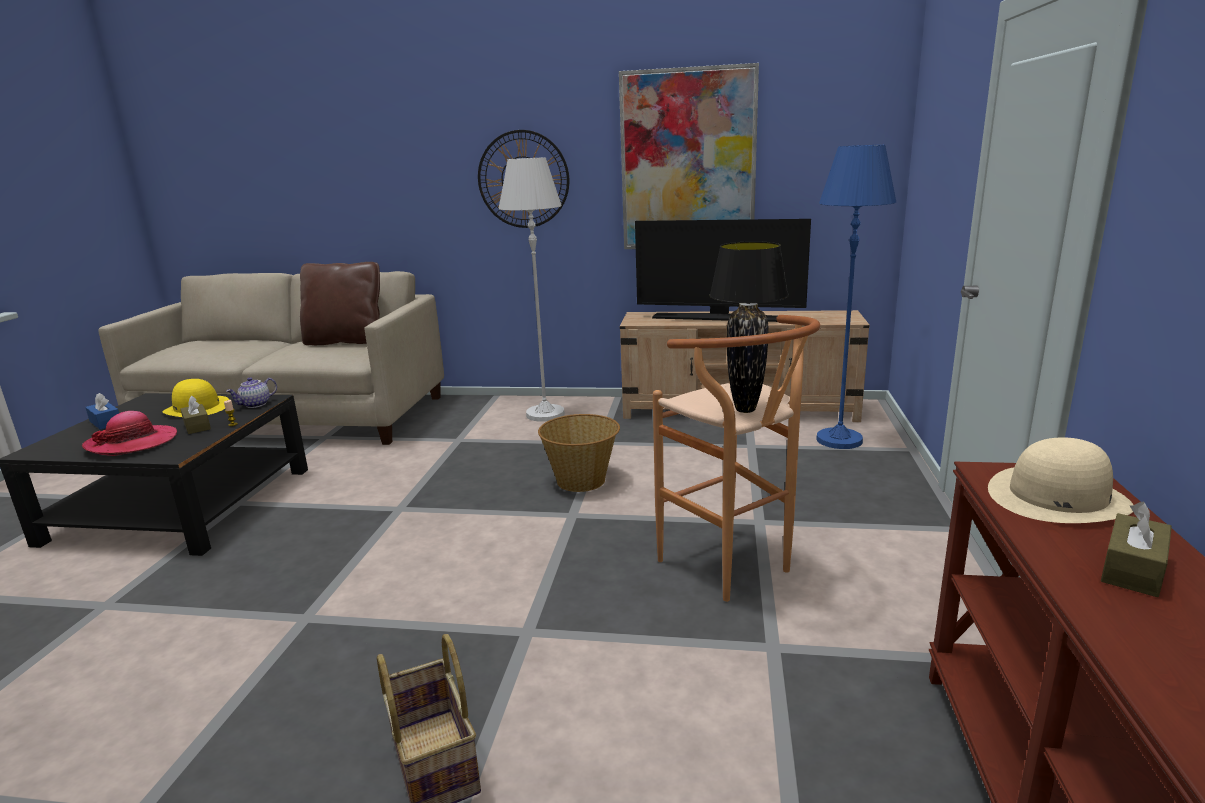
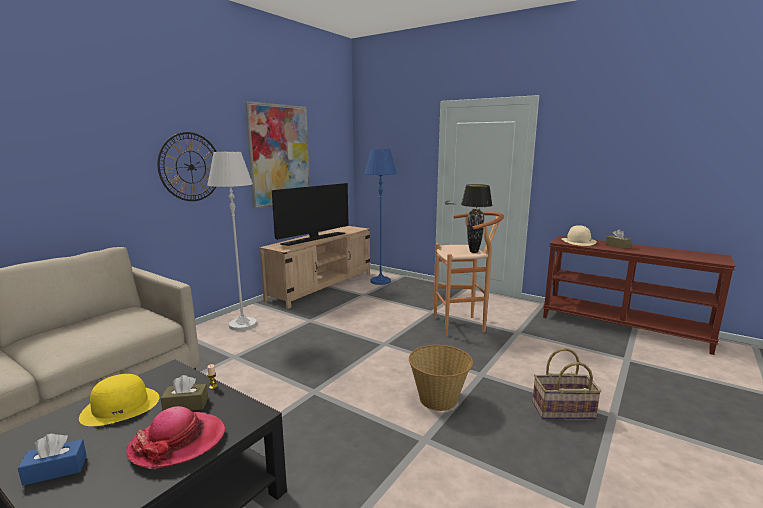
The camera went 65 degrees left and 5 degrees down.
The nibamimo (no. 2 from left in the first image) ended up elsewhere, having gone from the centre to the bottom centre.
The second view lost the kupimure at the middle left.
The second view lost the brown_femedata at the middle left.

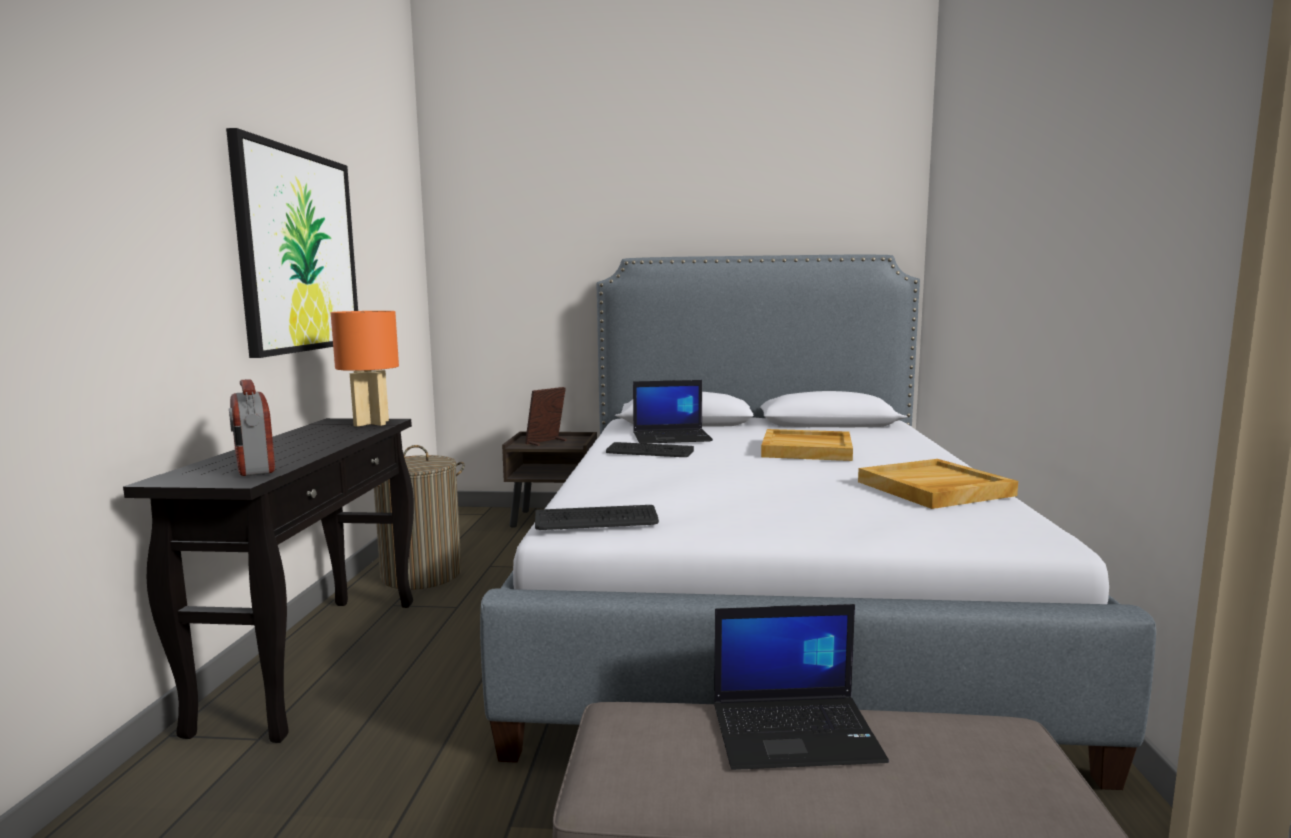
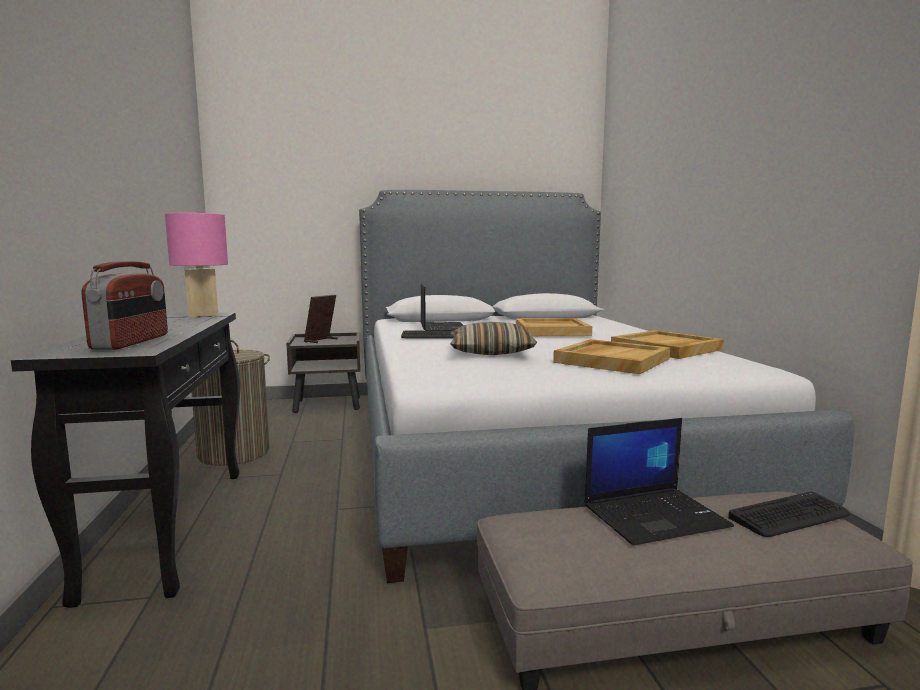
The camera went 15 degrees left and 0 degrees up.
The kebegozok at the middle left ended up facing another way, 135 degrees counterclockwise from before.
What was the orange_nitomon at the middle left turned into the pink_nitomon at the middle left.
The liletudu (no. 1 from left) at the centre ended up facing another way, 75 degrees counterclockwise from before.
The second view gained the femedata at the centre.
The second view gained the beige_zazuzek (no. 2 from left) at the centre.
The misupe (no. 1 from left in the first image) ended up elsewhere, having gone from the centre to the bottom right.
The second view lost the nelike at the top left.

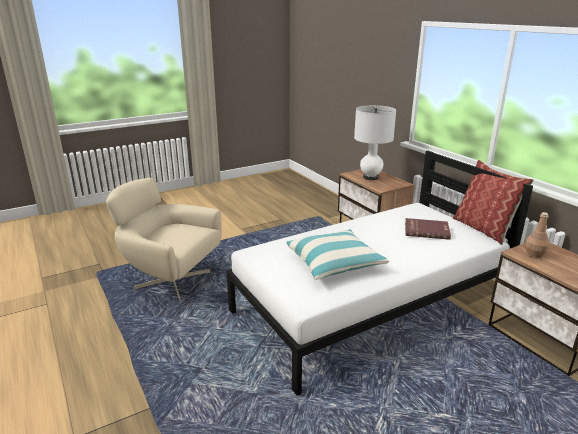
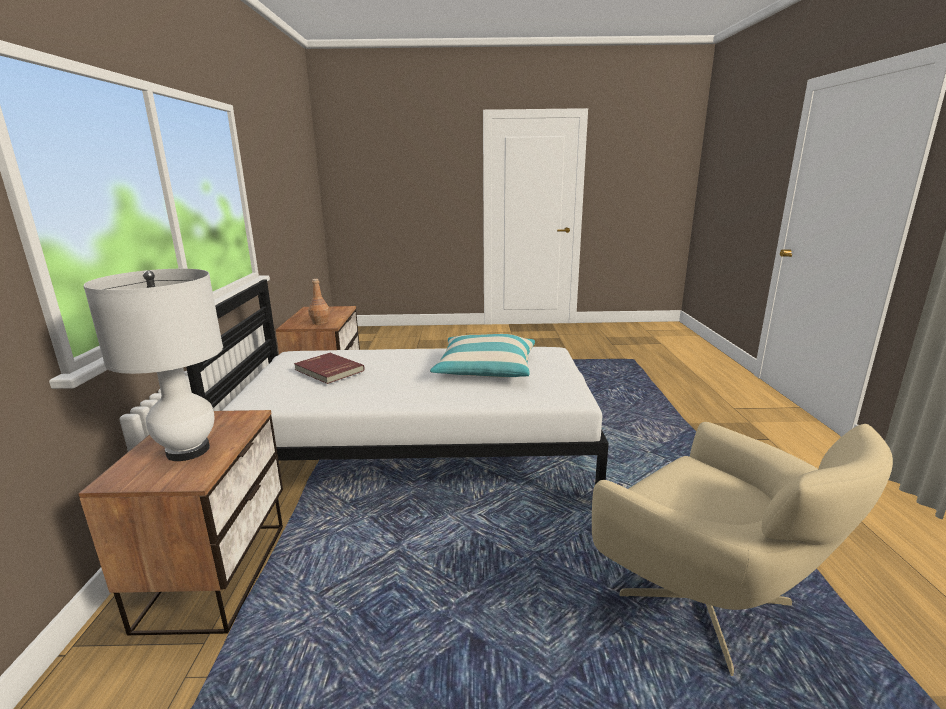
The camera went 150 degrees left and 5 degrees down.
The second view lost the femedata (no. 2 from left) at the middle right.

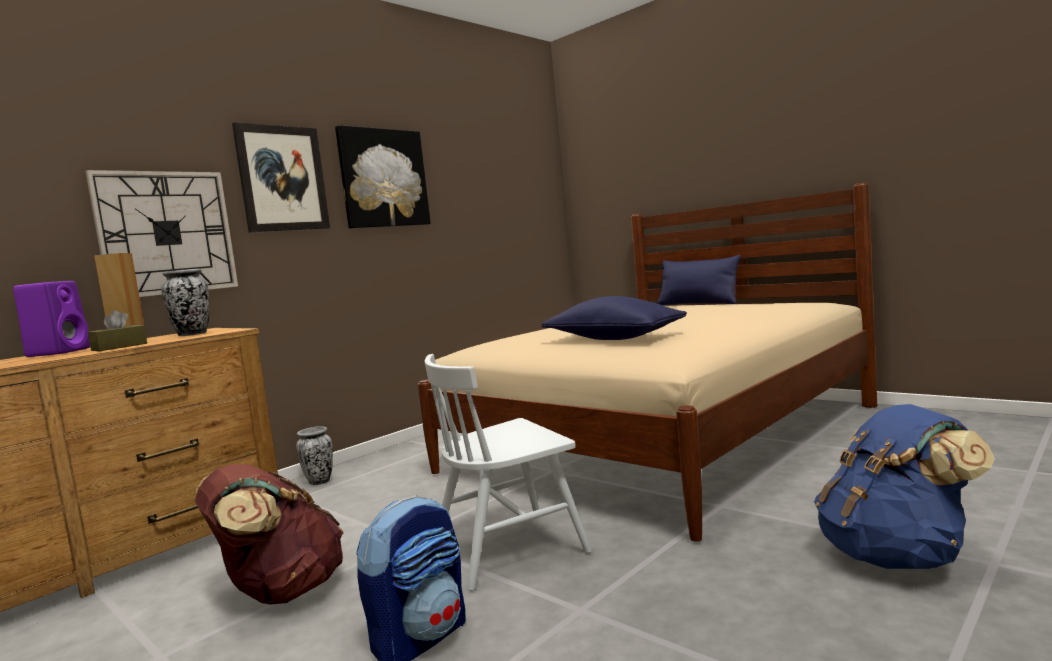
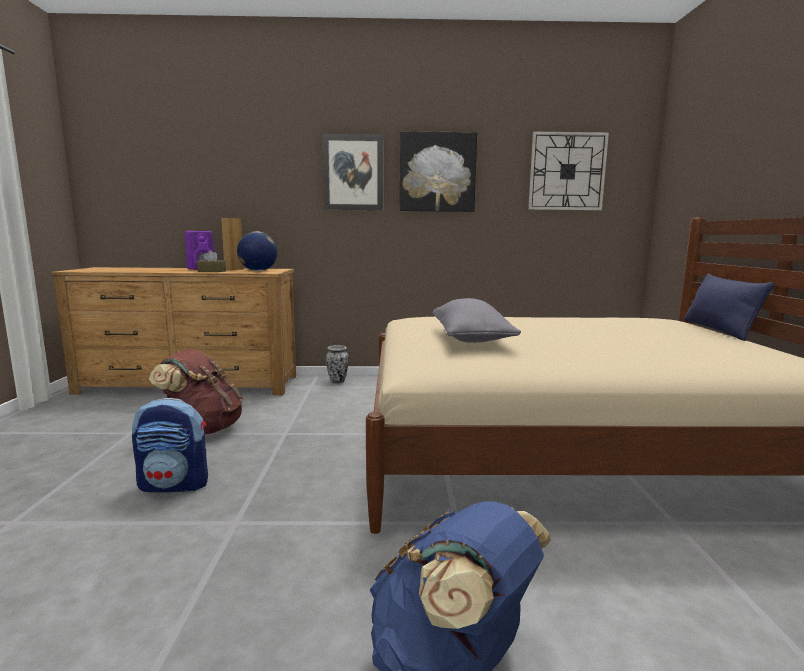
The camera went 45 degrees right and 5 degrees up.
Where the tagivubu (no. 1 from left) stood at the middle left, the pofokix came to stand at the middle left.
What was the blue_femedata (no. 1 from left) at the centre turned into the grey_femedata at the centre.
The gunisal ended up elsewhere, having gone from the middle left to the top right.
The second view lost the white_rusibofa at the bottom centre.

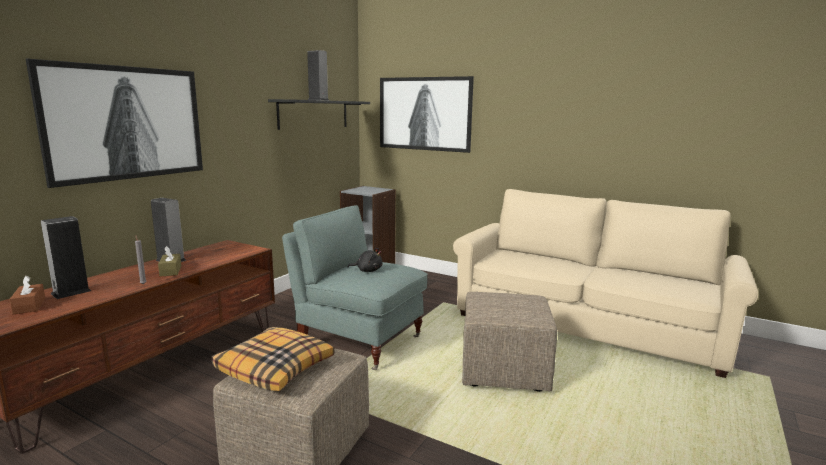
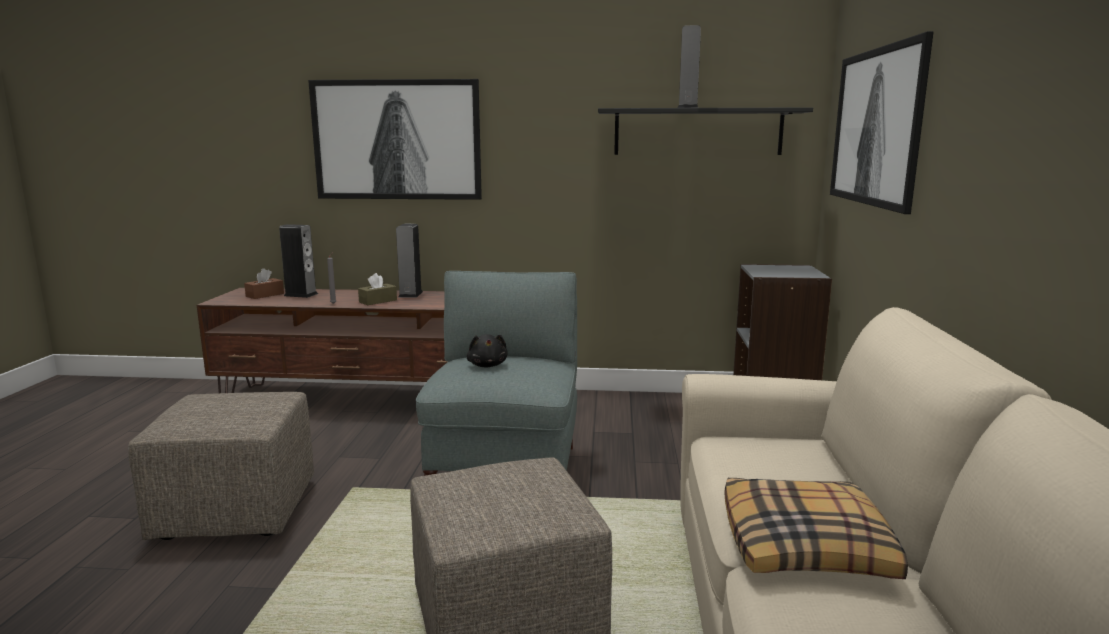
The camera went 65 degrees right and 0 degrees up.
The femedata ended up elsewhere, having gone from the bottom left to the bottom right.

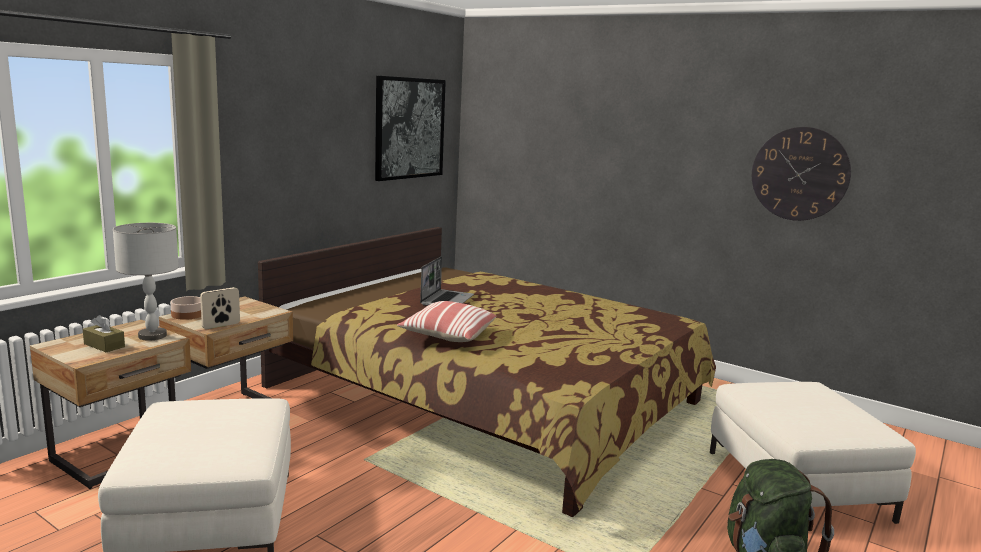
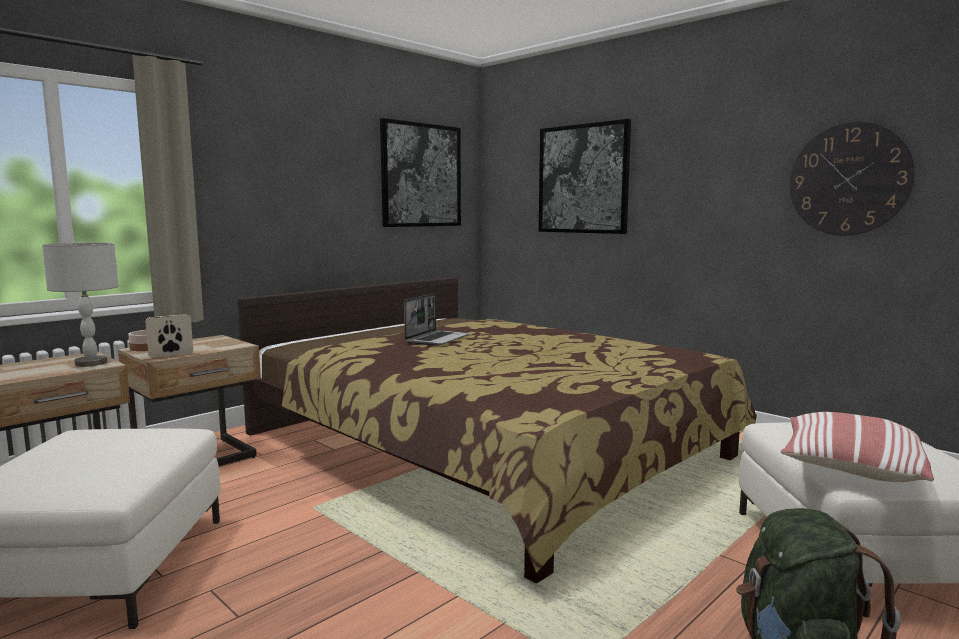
The camera went 10 degrees right and 5 degrees down.
The second view gained the nelike (no. 2 from left) at the top centre.
The femedata ended up elsewhere, having gone from the centre to the bottom right.
The second view lost the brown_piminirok at the middle left.

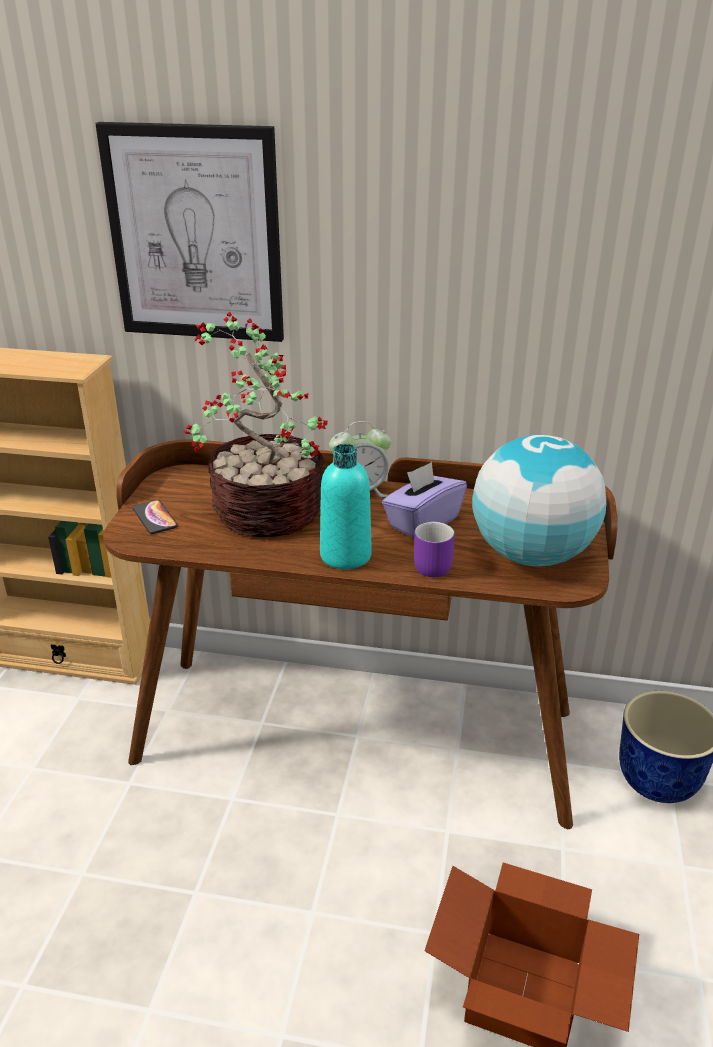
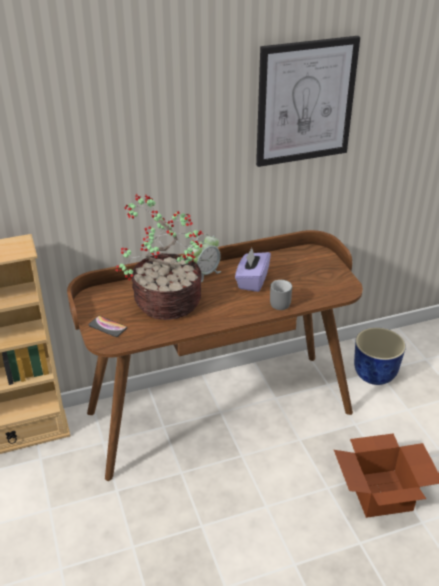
The camera went 30 degrees left and 5 degrees up.
The nelike ended up elsewhere, having gone from the top left to the top right.
What was the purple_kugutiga at the centre turned into the grey_kugutiga at the centre.
The second view lost the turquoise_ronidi at the centre.
The second view lost the pofokix at the middle right.

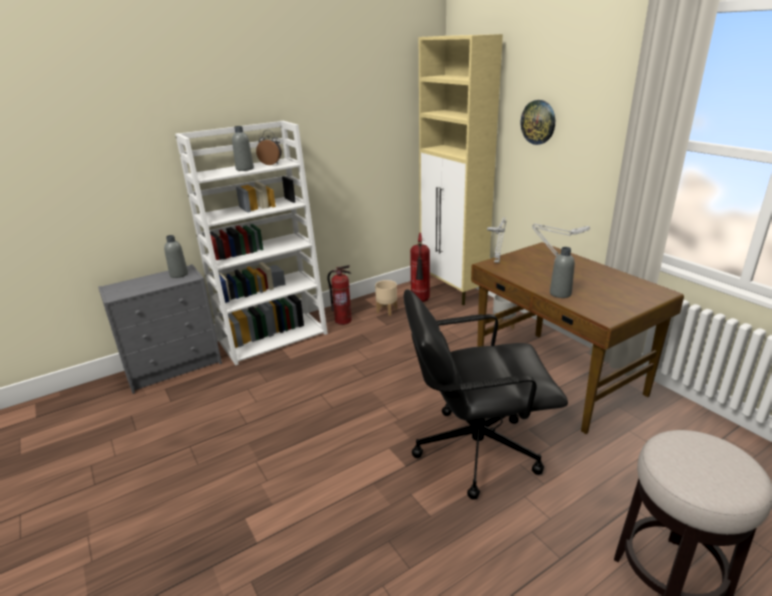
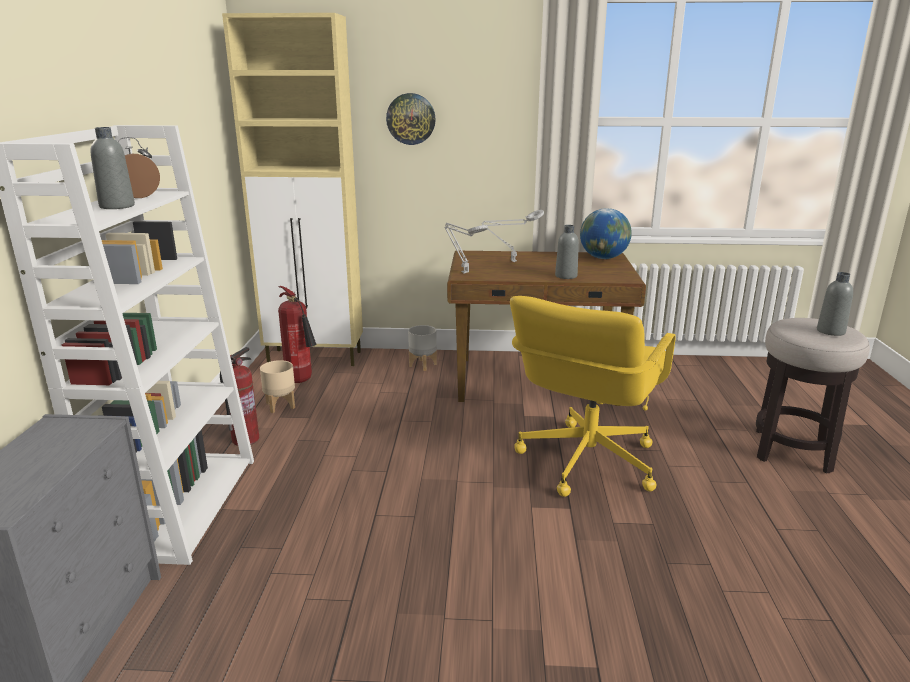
The camera went 55 degrees left and 5 degrees down.
What was the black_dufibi at the centre turned into the yellow_dufibi at the centre.
The second view gained the pofokix at the centre.
The grey_ronidi (no. 1 from left in the first image) ended up elsewhere, having gone from the middle left to the middle right.

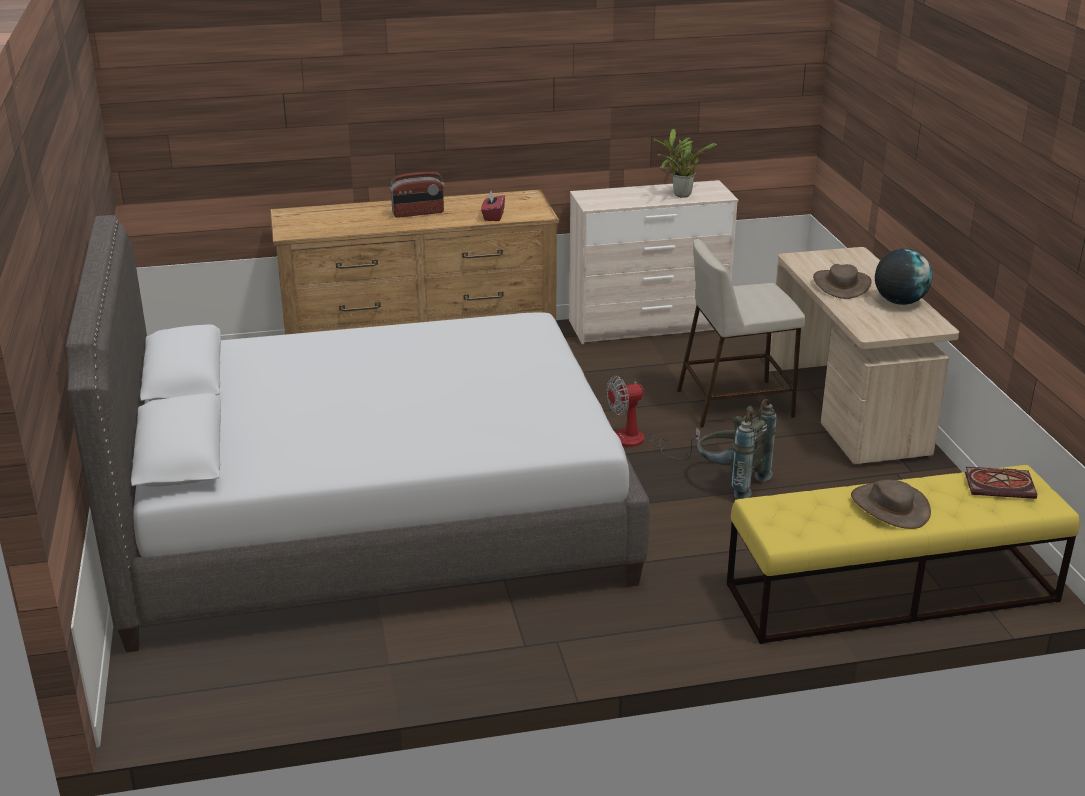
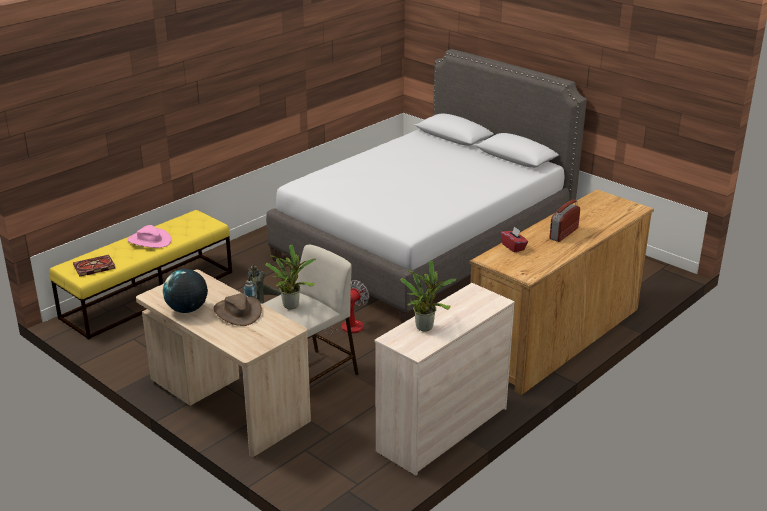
The camera went 145 degrees right and 0 degrees up.
What was the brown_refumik (no. 2 from left) at the middle right turned into the pink_refumik at the middle left.
The second view gained the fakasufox (no. 1 from left) at the centre.

